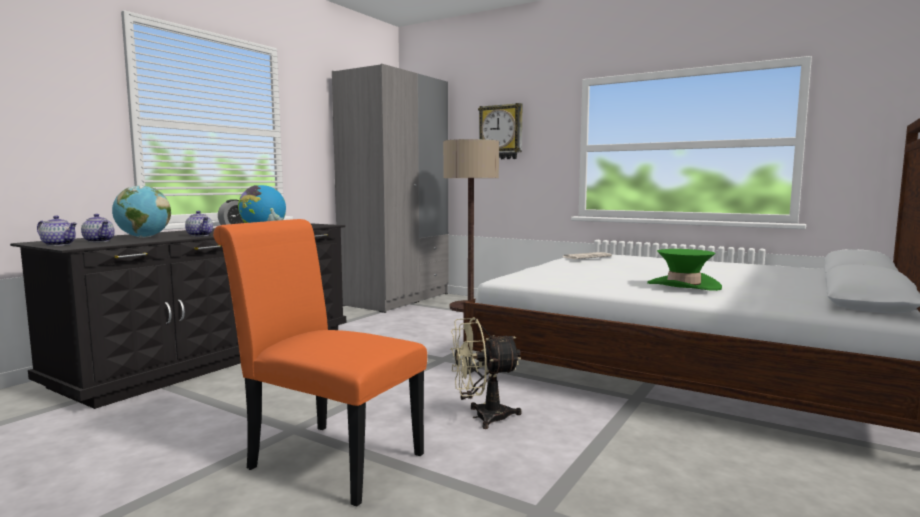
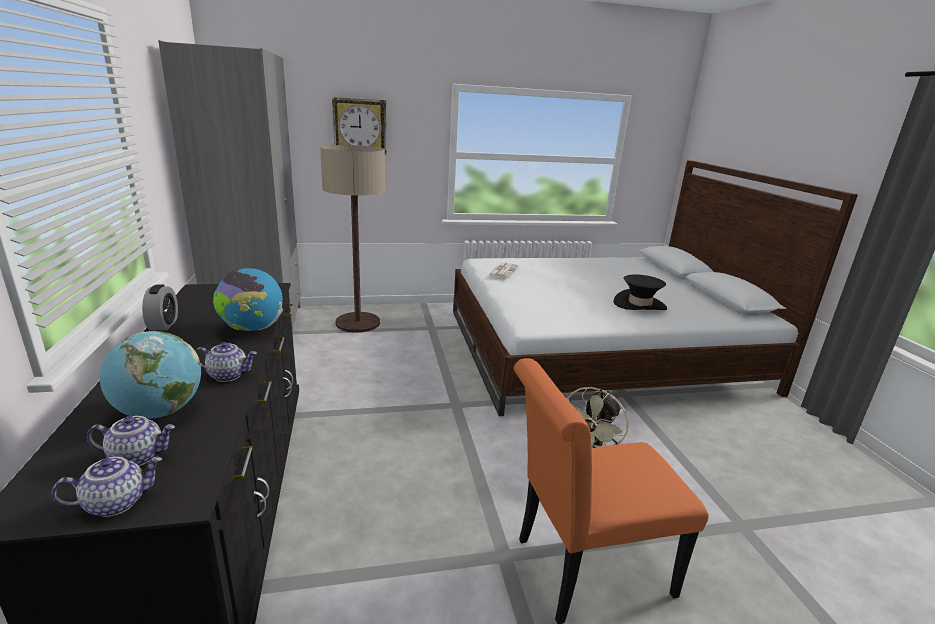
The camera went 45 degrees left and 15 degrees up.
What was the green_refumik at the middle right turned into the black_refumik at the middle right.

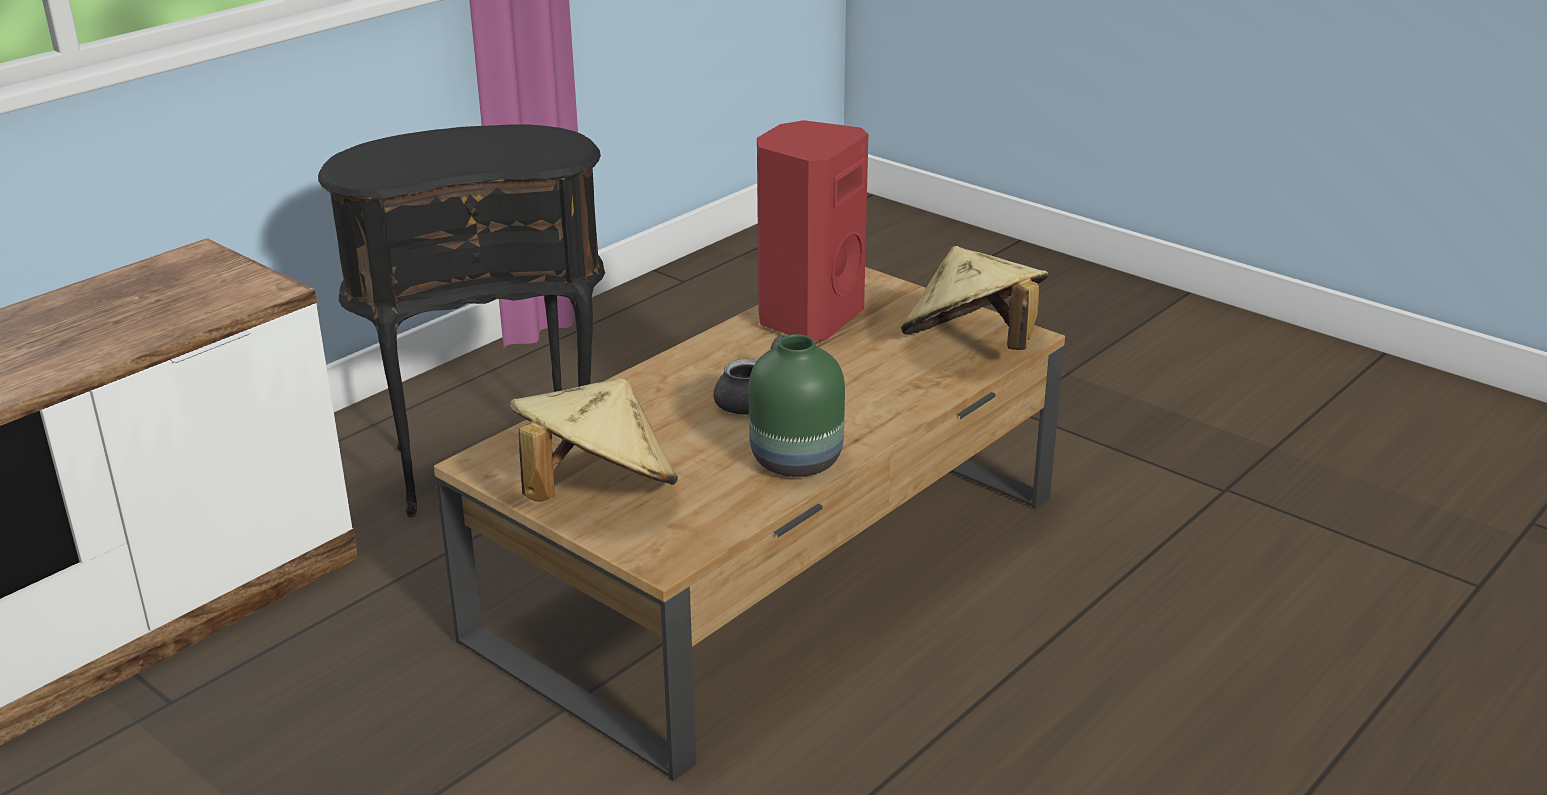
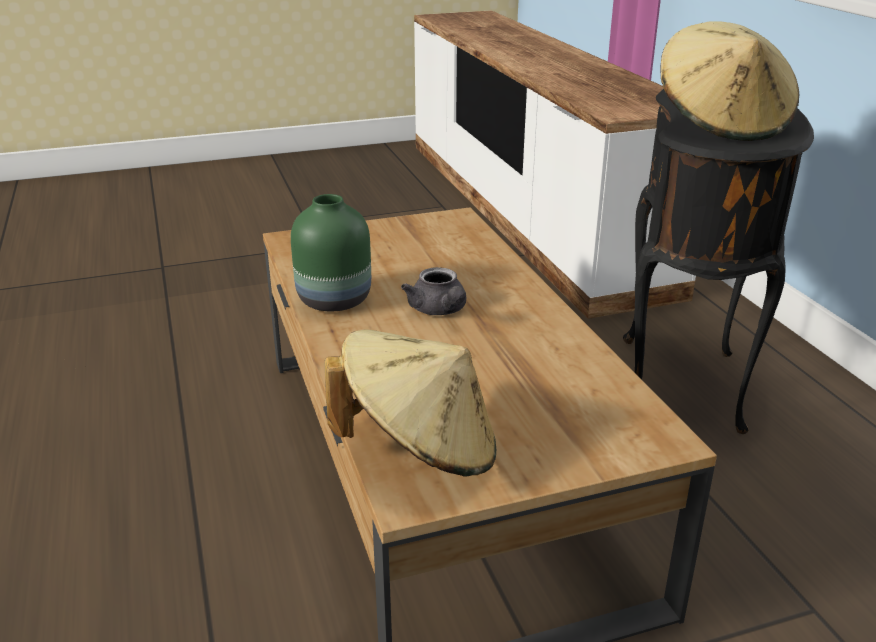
The camera went 120 degrees right and 0 degrees up.
The beige_refumik (no. 1 from left in the first image) ended up elsewhere, having gone from the centre to the top right.
The second view lost the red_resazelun at the top centre.

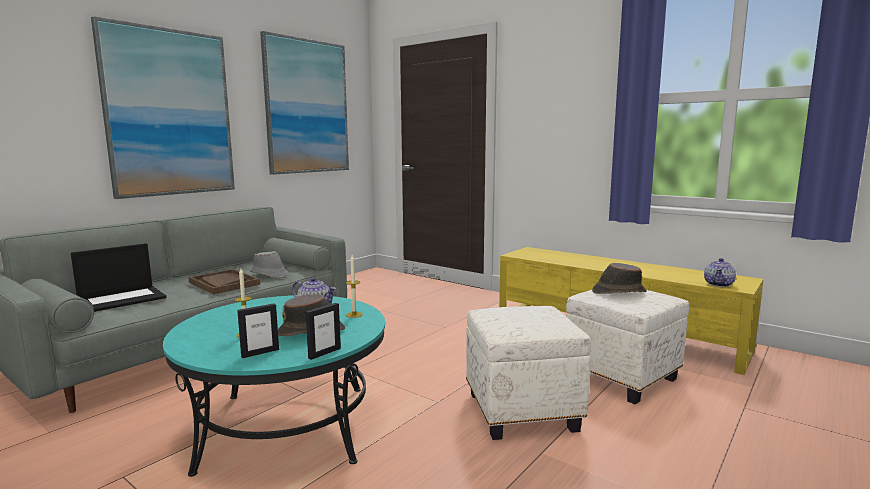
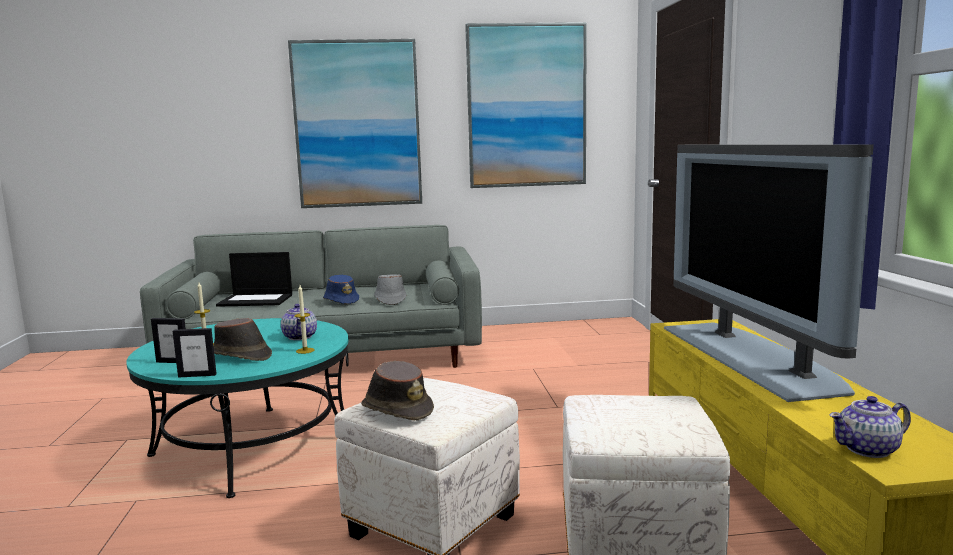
The camera went 45 degrees right and 0 degrees up.
Where the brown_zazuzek stood at the middle left, the blue_refumik came to stand at the centre.
The brown_refumik (no. 2 from left) ended up elsewhere, having gone from the middle right to the bottom centre.
The second view gained the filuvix at the middle right.

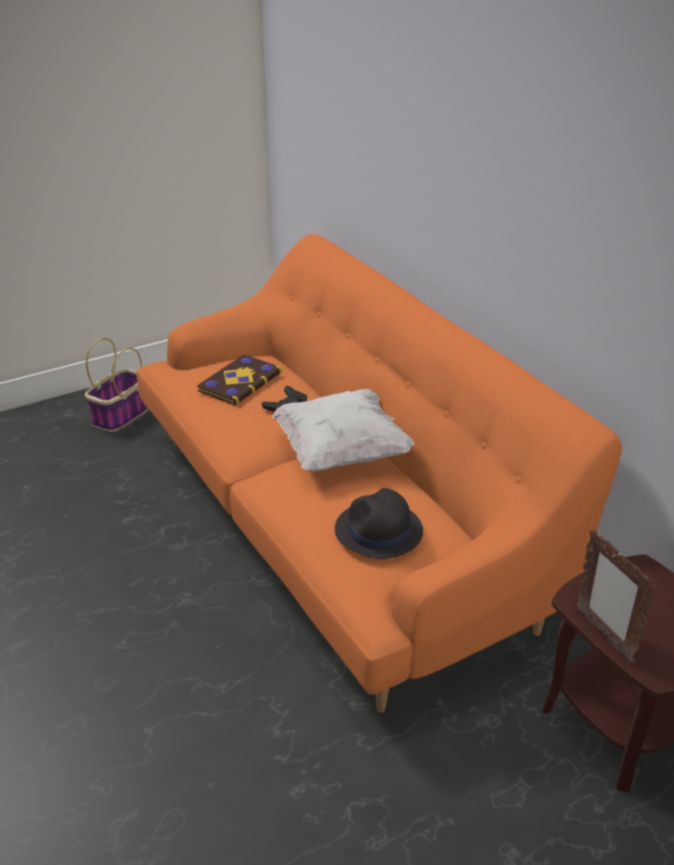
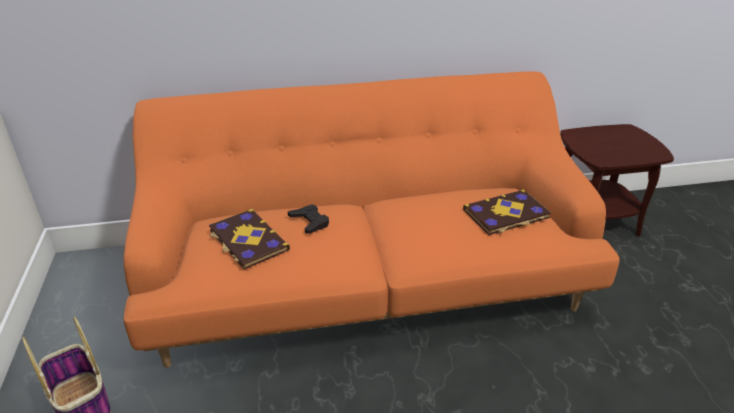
The camera went 70 degrees left and 0 degrees up.
Where the black_refumik stood at the centre, the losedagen (no. 2 from left) came to stand at the middle right.
The second view lost the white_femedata at the centre.
The second view lost the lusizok at the bottom right.

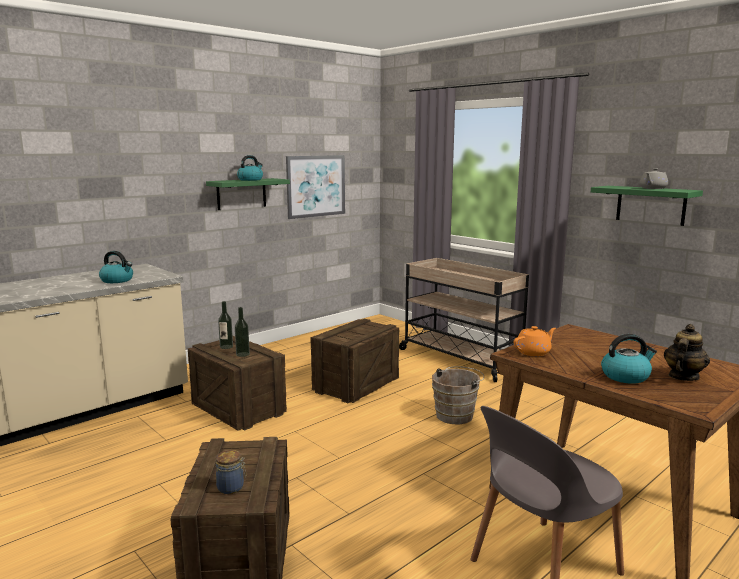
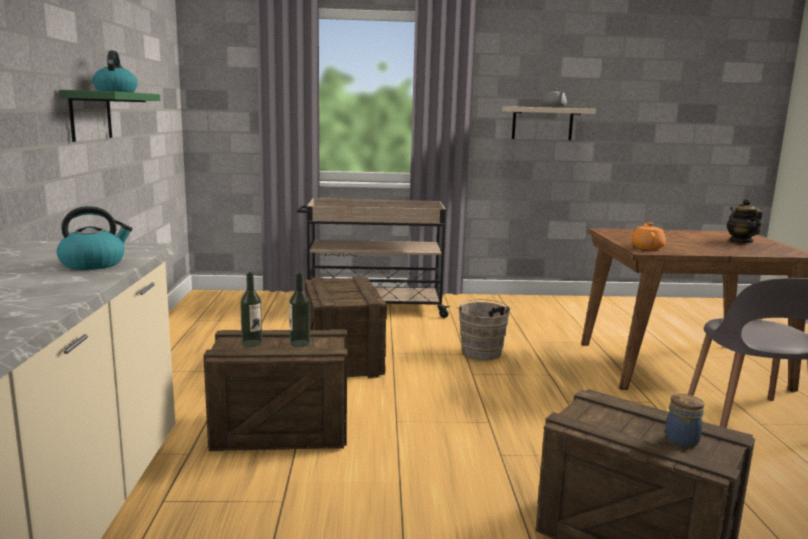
The camera went 50 degrees left and 0 degrees up.
What was the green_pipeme (no. 2 from left) at the middle right turned into the beige_pipeme at the top right.
The second view lost the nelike at the top centre.
The second view lost the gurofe (no. 3 from left) at the middle right.

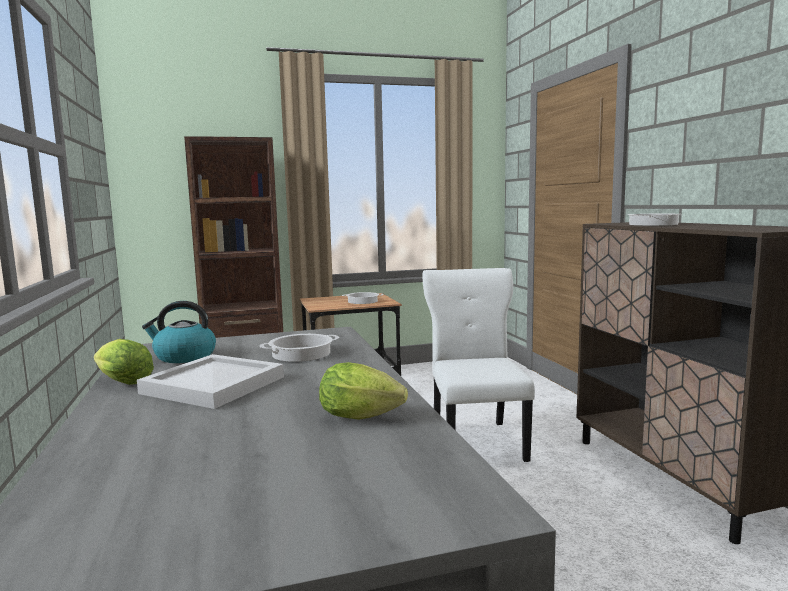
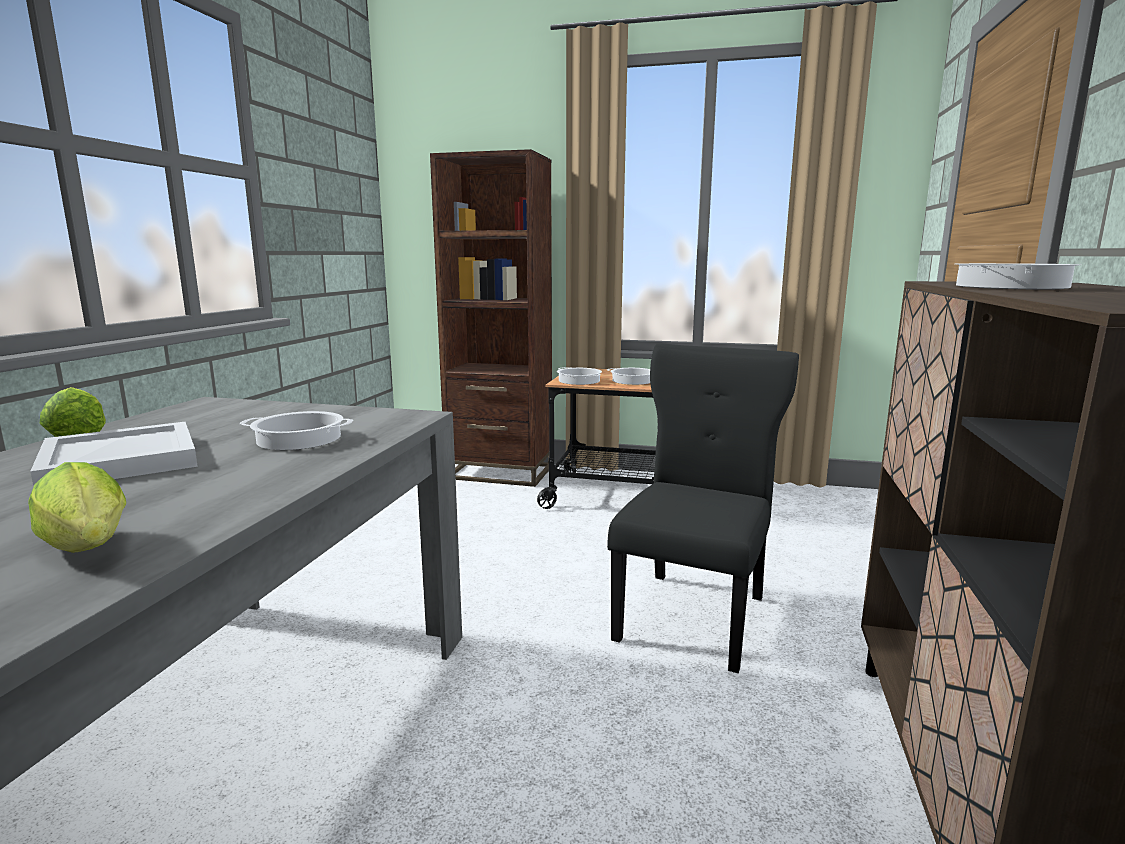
The camera went 30 degrees right and 5 degrees up.
The second view gained the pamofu (no. 2 from left) at the centre.
What was the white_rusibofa at the centre turned into the black_rusibofa at the centre.
The second view lost the gurofe at the middle left.

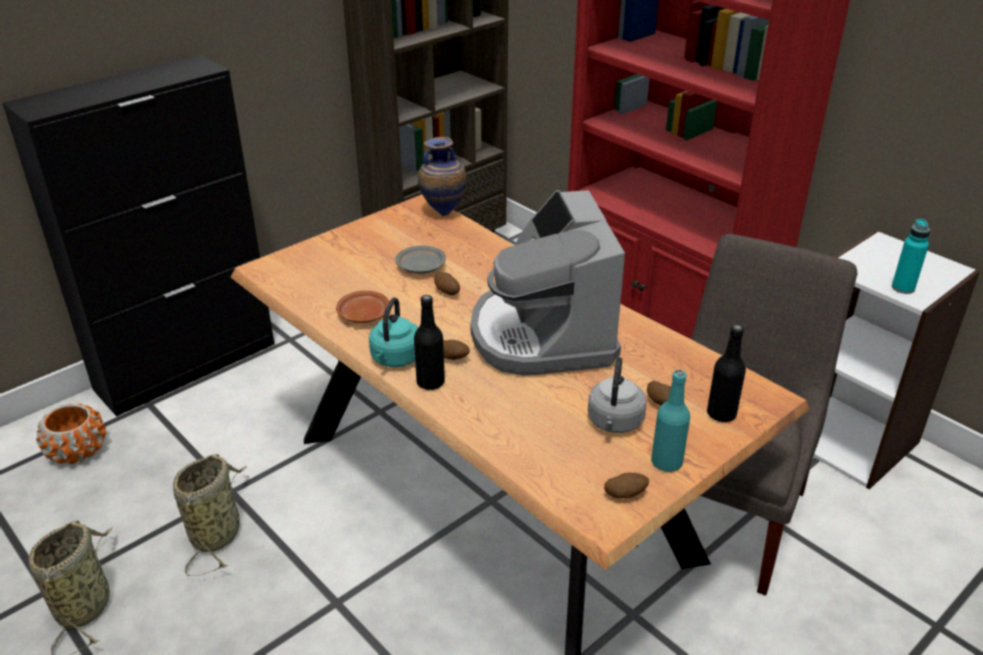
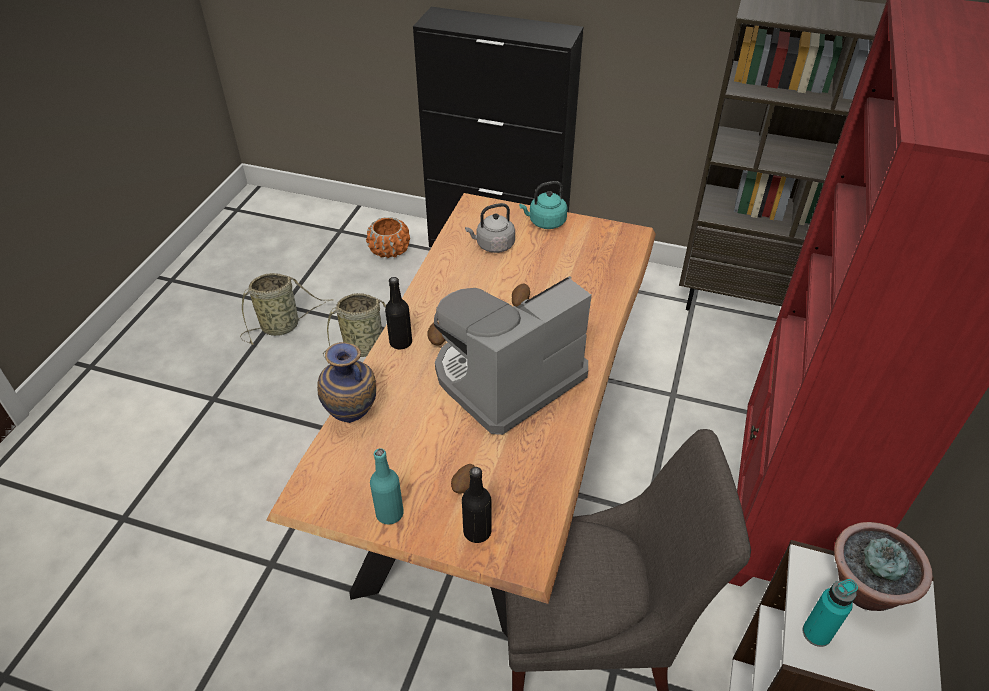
The camera went 60 degrees right and 10 degrees up.
The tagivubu ended up elsewhere, having gone from the top centre to the centre.
The grey_gurofe ended up elsewhere, having gone from the centre to the top centre.
The turquoise_gurofe ended up elsewhere, having gone from the centre to the top centre.
The second view gained the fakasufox at the bottom right.
The second view lost the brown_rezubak at the centre.
The second view lost the grey_rezubak at the centre.
The second view lost the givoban (no. 3 from left) at the bottom centre.

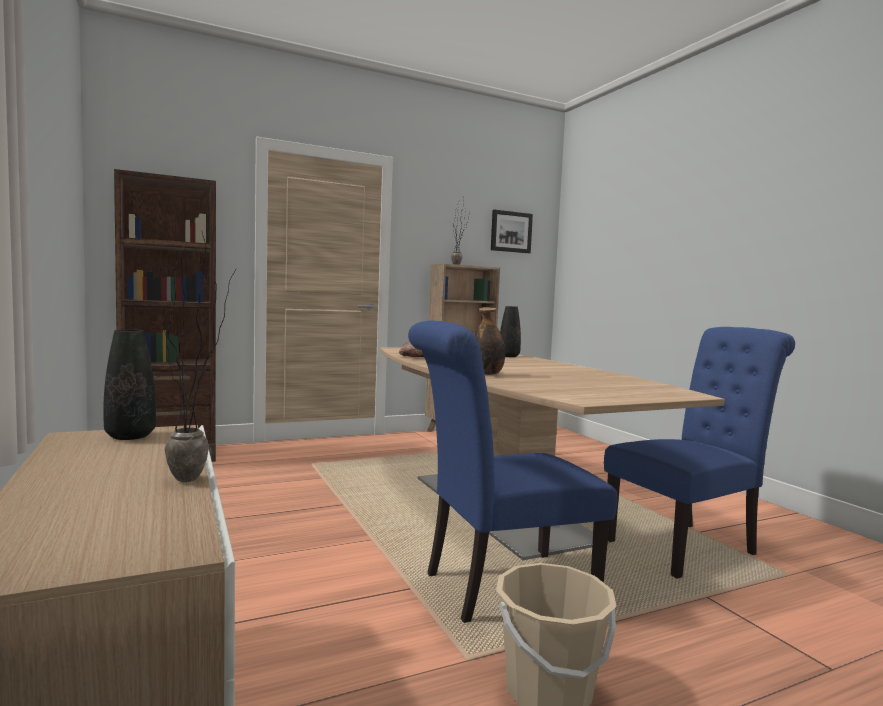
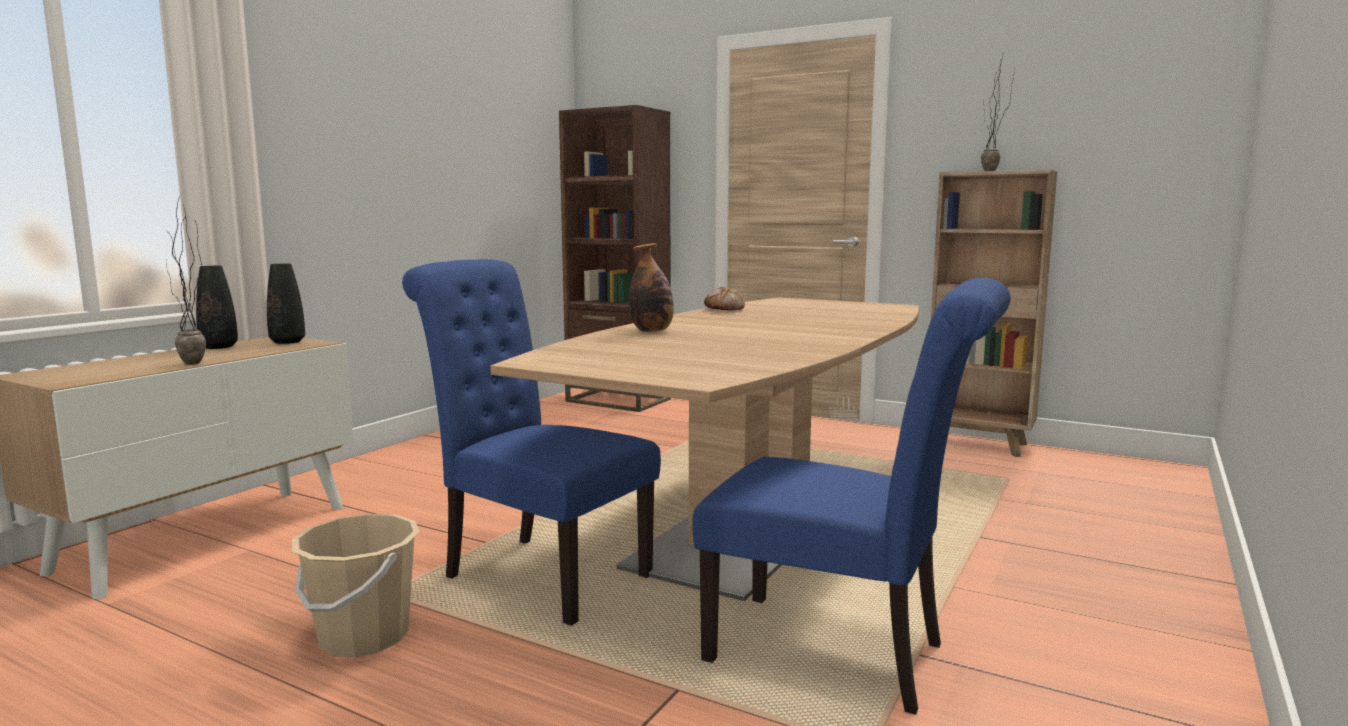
The camera went 55 degrees right and 5 degrees up.
The black_tagivubu (no. 2 from left in the first image) ended up elsewhere, having gone from the centre to the middle left.
The second view lost the nelike at the top centre.

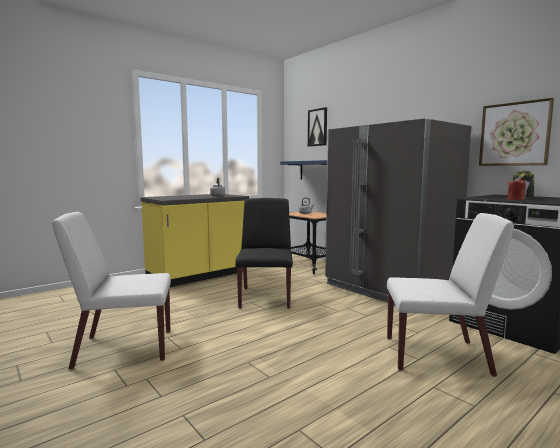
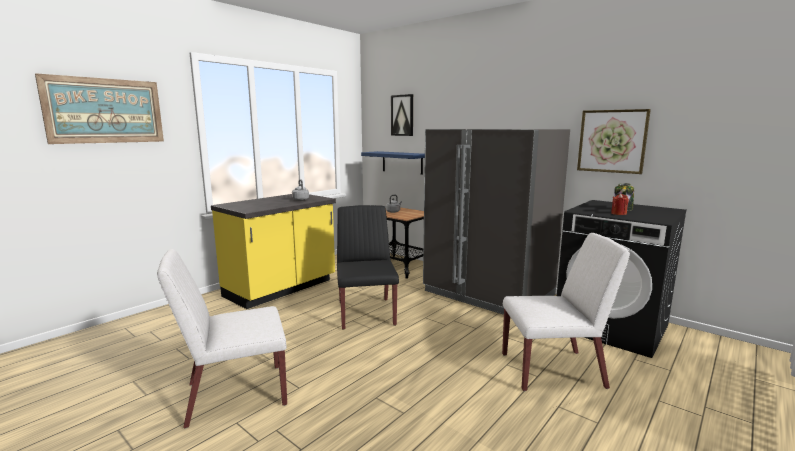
The camera went 10 degrees left and 5 degrees up.
The second view gained the nelike (no. 1 from left) at the top left.

